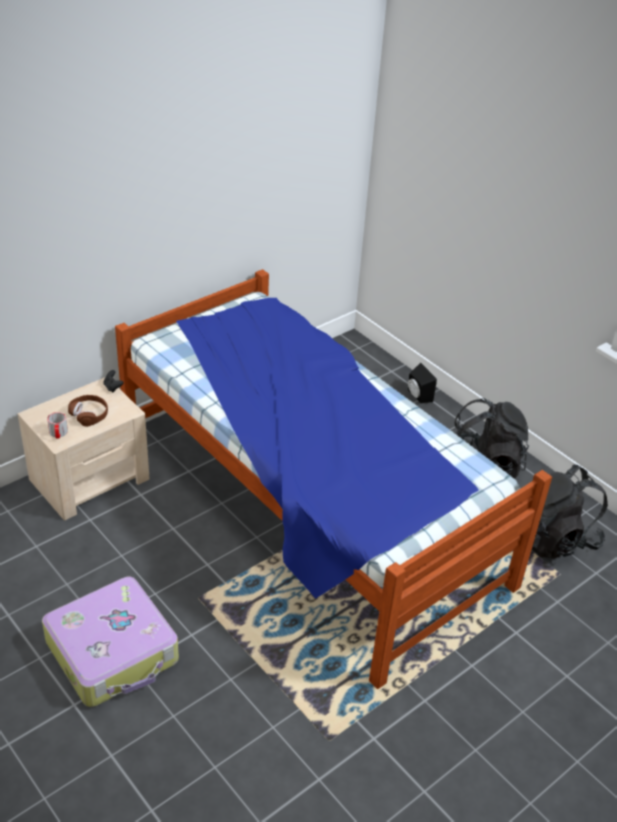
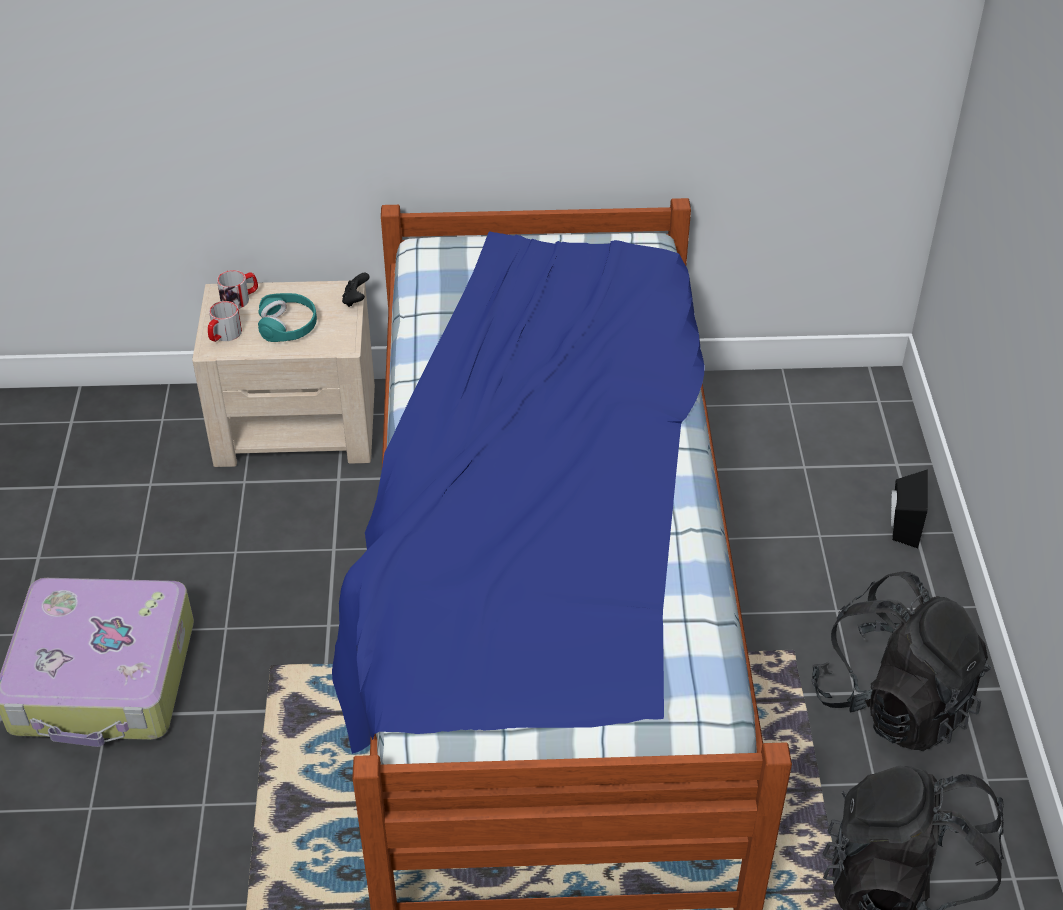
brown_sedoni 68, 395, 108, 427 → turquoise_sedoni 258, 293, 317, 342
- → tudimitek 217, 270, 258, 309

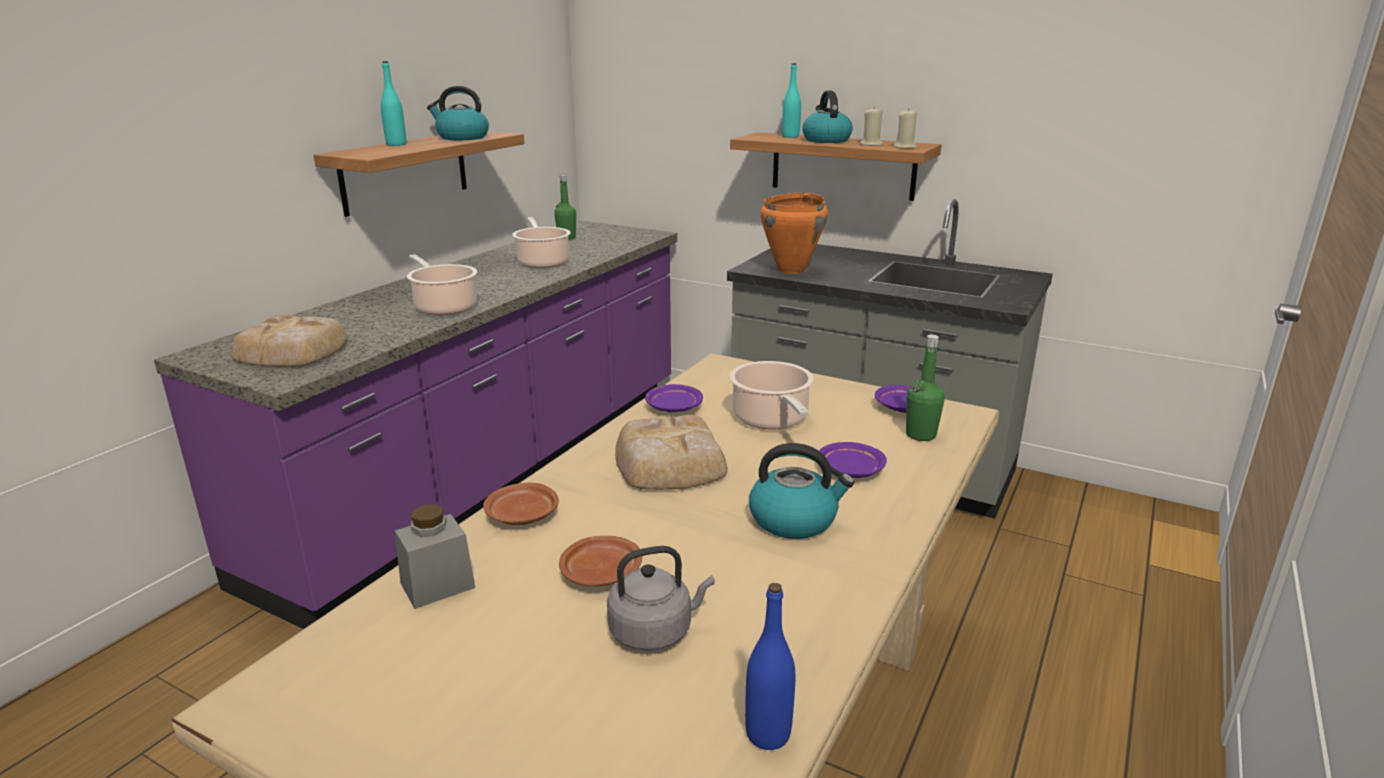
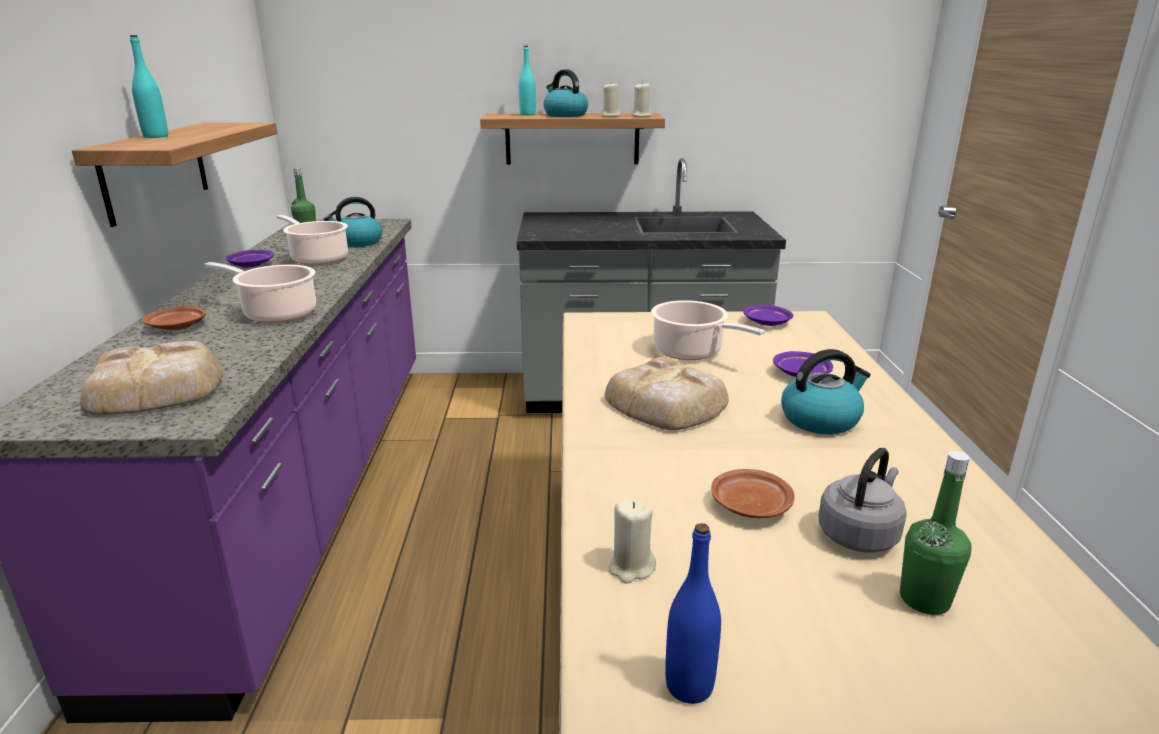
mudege 427, 86, 489, 140 → mudege 324, 197, 382, 247, move
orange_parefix 760, 192, 828, 274 → -
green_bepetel 906, 335, 945, 441 → green_bepetel 900, 451, 972, 615, move
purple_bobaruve 645, 384, 703, 412 → purple_bobaruve 226, 250, 274, 268, move
brown_bobaruve 483, 483, 559, 525 → brown_bobaruve 142, 306, 206, 330, move
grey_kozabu 395, 504, 475, 609 → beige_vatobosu 609, 500, 656, 584
blue_bepetel 745, 583, 795, 750 → blue_bepetel 665, 523, 721, 704, move

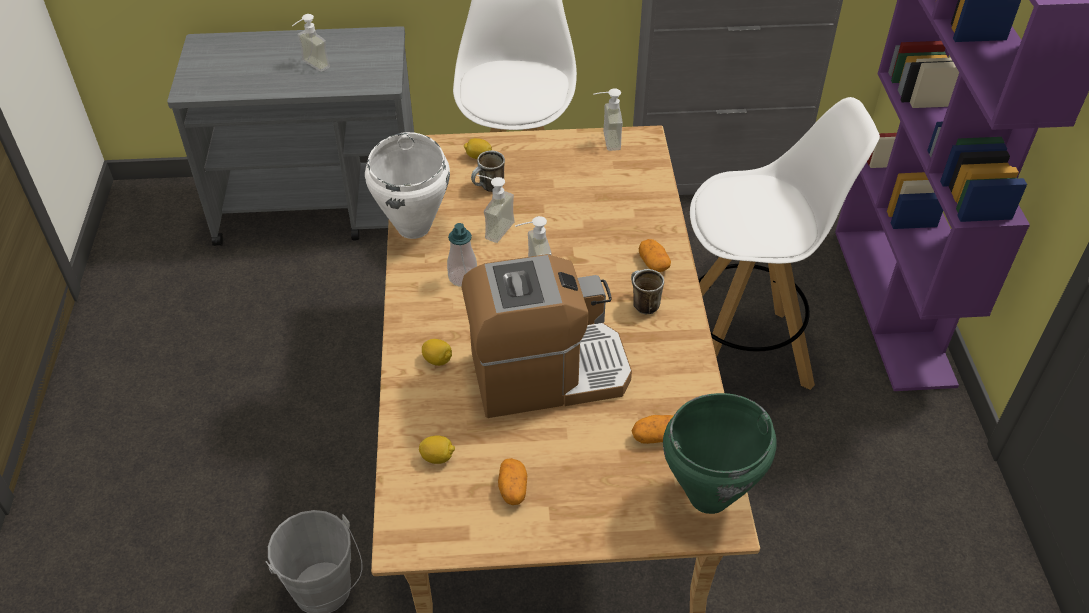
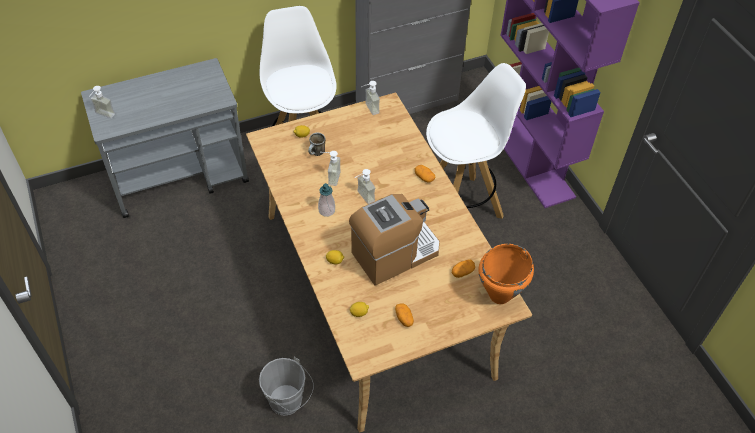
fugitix 292, 14, 330, 72 → fugitix 89, 86, 115, 118, move
white_parefix 365, 132, 450, 239 → -
tudimitek 631, 269, 664, 314 → -
green_parefix 663, 393, 777, 514 → orange_parefix 478, 244, 534, 304

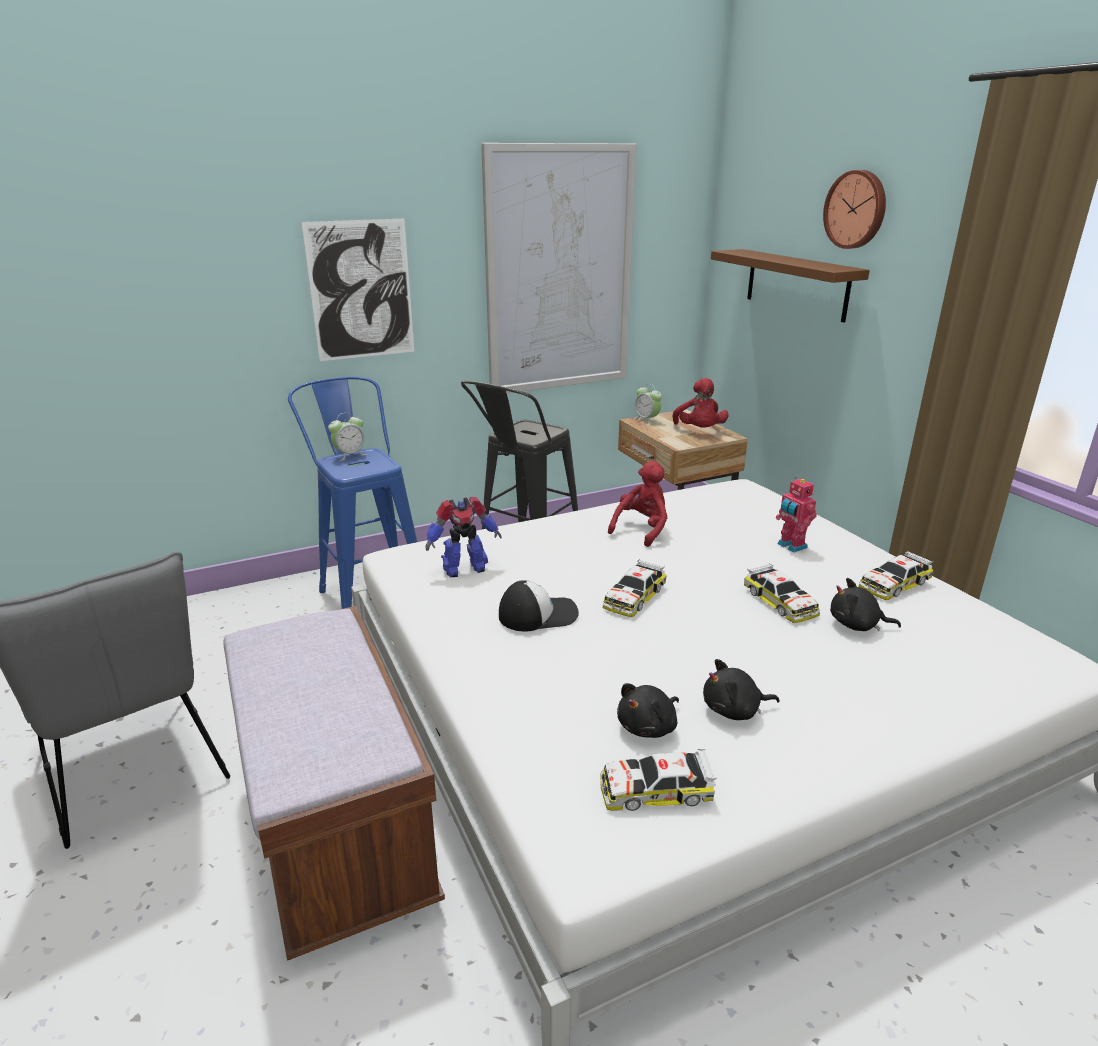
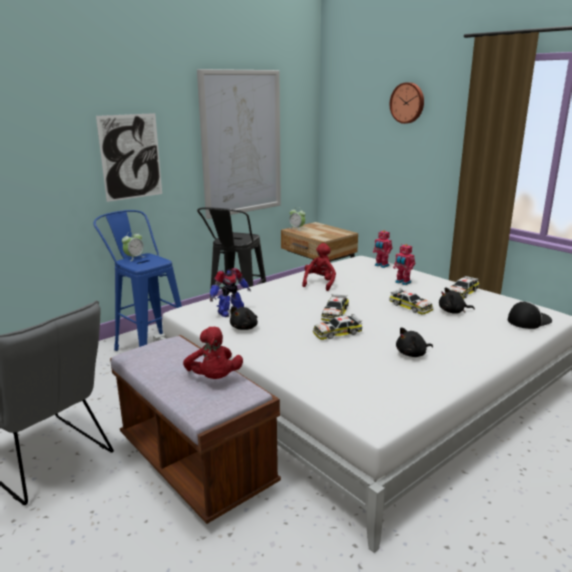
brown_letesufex 711, 249, 870, 323 → -
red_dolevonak 672, 378, 729, 428 → red_dolevonak 183, 327, 243, 379, move
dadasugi 499, 580, 579, 631 → dadasugi 508, 302, 552, 329, move
black_dolevonak 617, 683, 679, 738 → black_dolevonak 230, 306, 258, 330, move
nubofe 600, 749, 717, 811 → nubofe 313, 314, 363, 340, move
- → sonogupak 373, 230, 393, 268

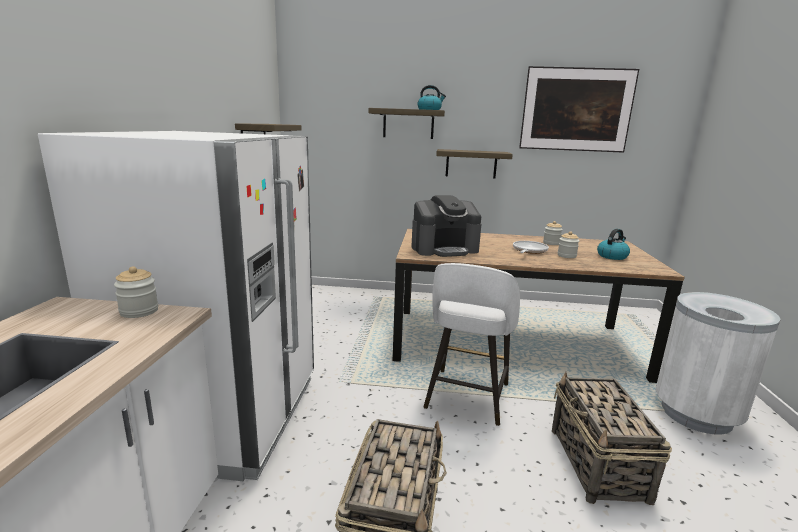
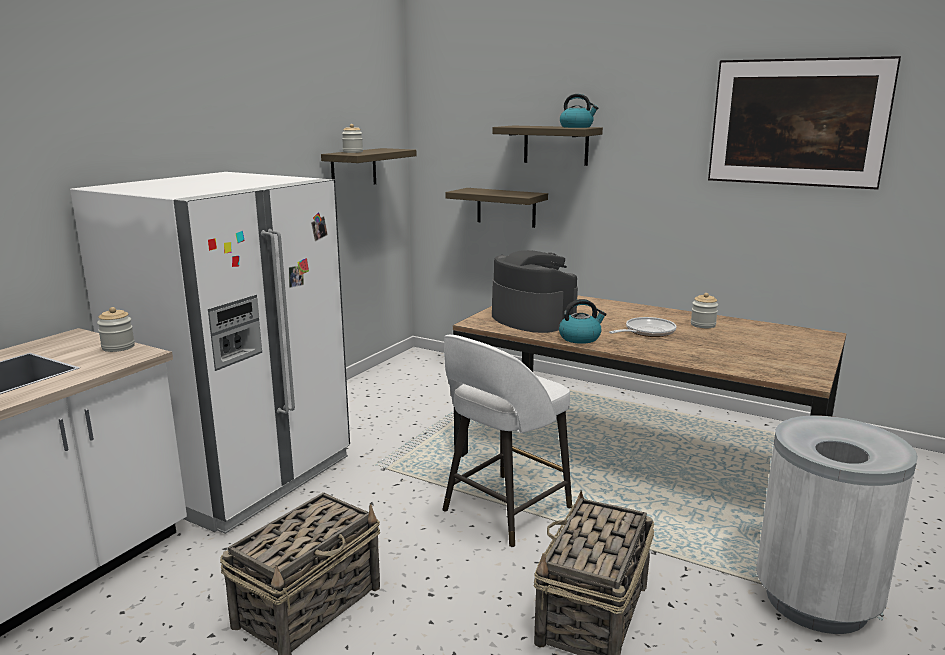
letesufex 436, 149, 513, 179 → letesufex 446, 188, 548, 228, move
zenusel 411, 195, 482, 257 → zenusel 492, 250, 578, 333, 135 degrees counterclockwise
mudege 597, 229, 630, 260 → mudege 559, 299, 607, 344, move
kozabu 558, 231, 579, 258 → kozabu 342, 124, 363, 153, move

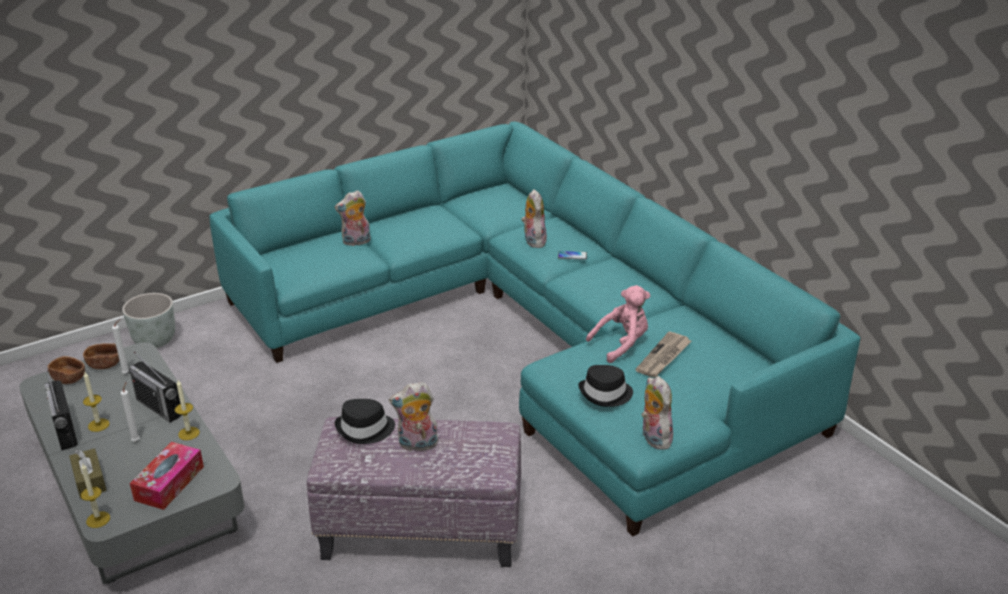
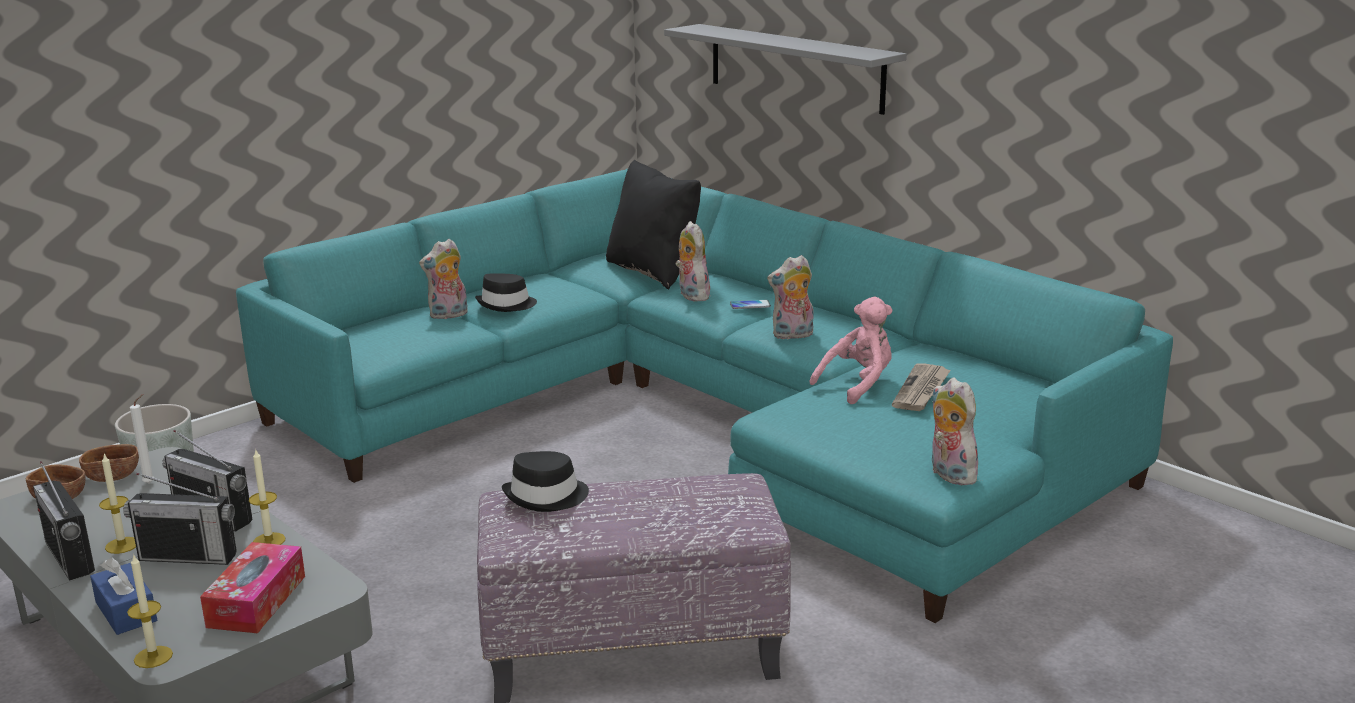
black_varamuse 578, 365, 633, 407 → black_varamuse 475, 274, 537, 312, move
white_vatobosu 121, 382, 140, 441 → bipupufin 123, 473, 237, 565
dolevonak 389, 382, 438, 451 → dolevonak 767, 255, 814, 340, move
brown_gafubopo 69, 448, 107, 499 → blue_gafubopo 90, 557, 157, 635
- → grey_letesufex 664, 24, 907, 115
- → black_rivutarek 606, 160, 701, 289

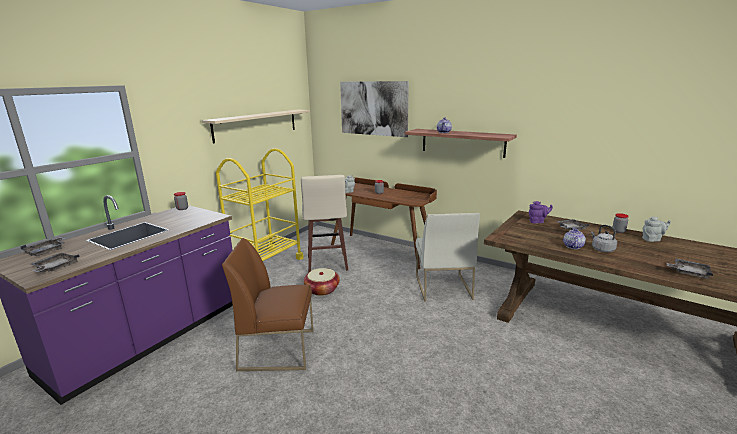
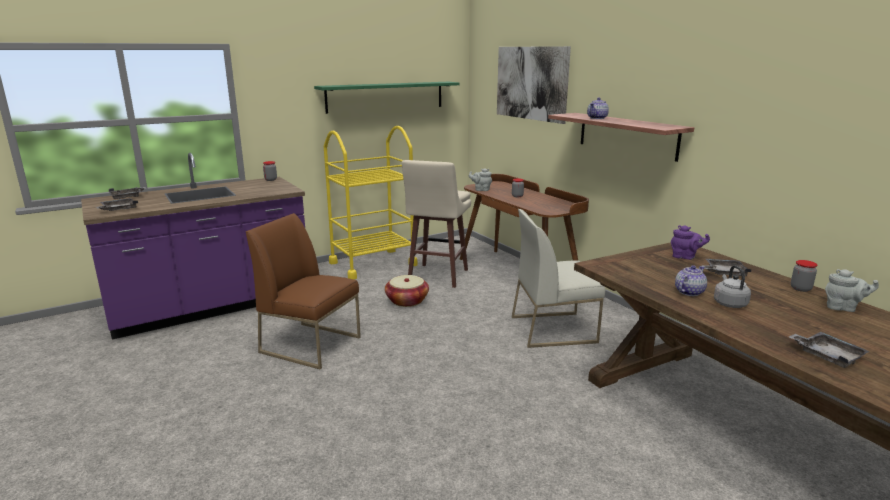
beige_letesufex 202, 110, 310, 144 → green_letesufex 314, 82, 459, 114
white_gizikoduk 416, 213, 480, 302 → white_gizikoduk 512, 209, 605, 348, 60 degrees clockwise

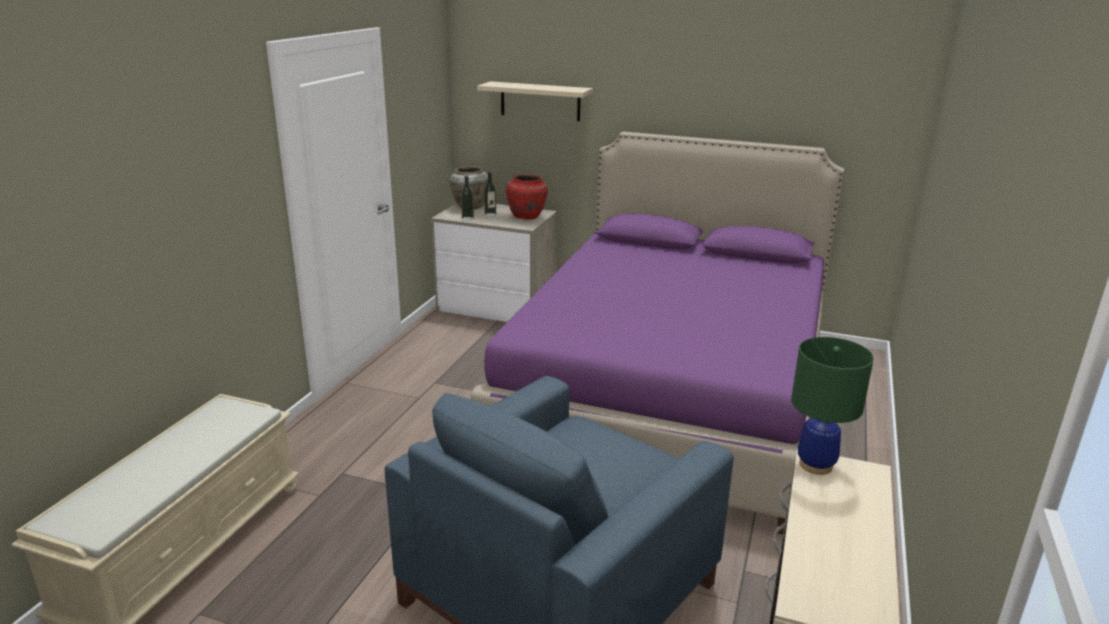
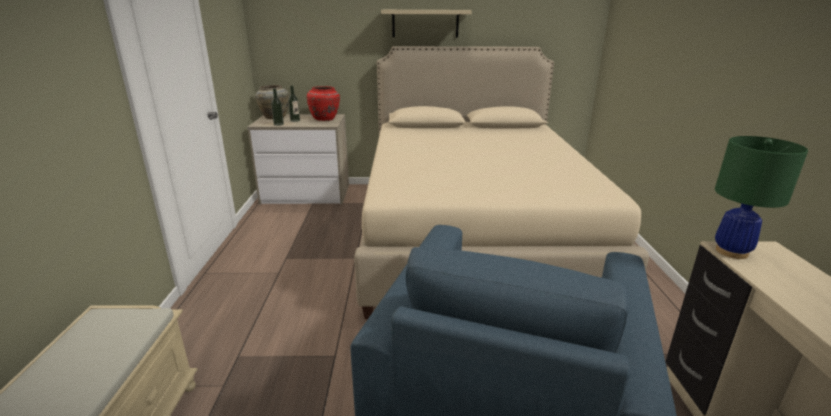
beige_letesufex 477, 81, 593, 121 → beige_letesufex 381, 10, 472, 38, move
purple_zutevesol 470, 132, 845, 534 → beige_zutevesol 354, 46, 649, 319

